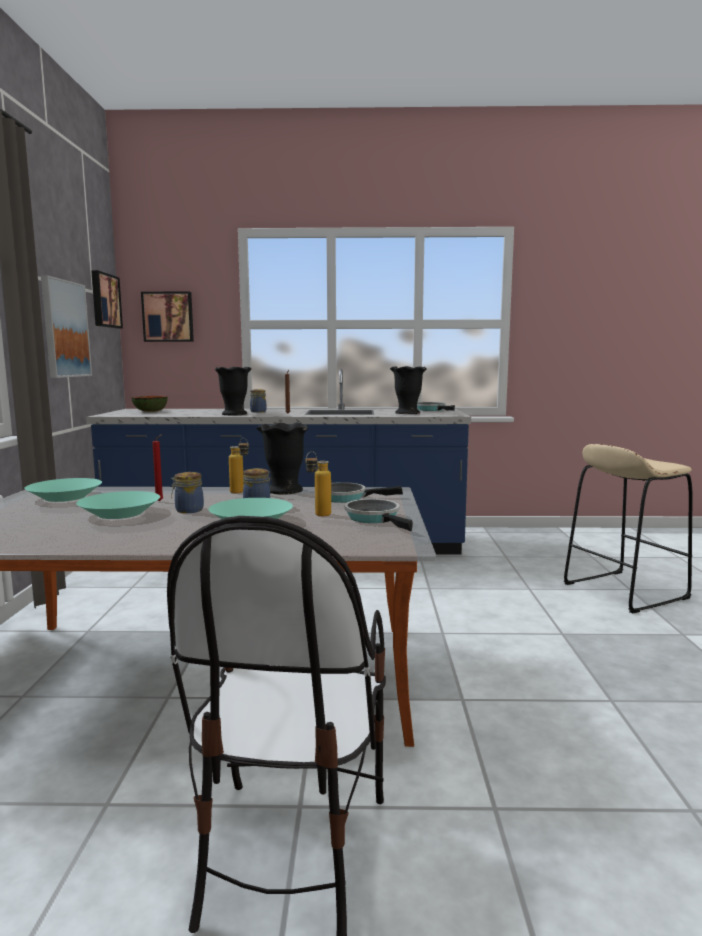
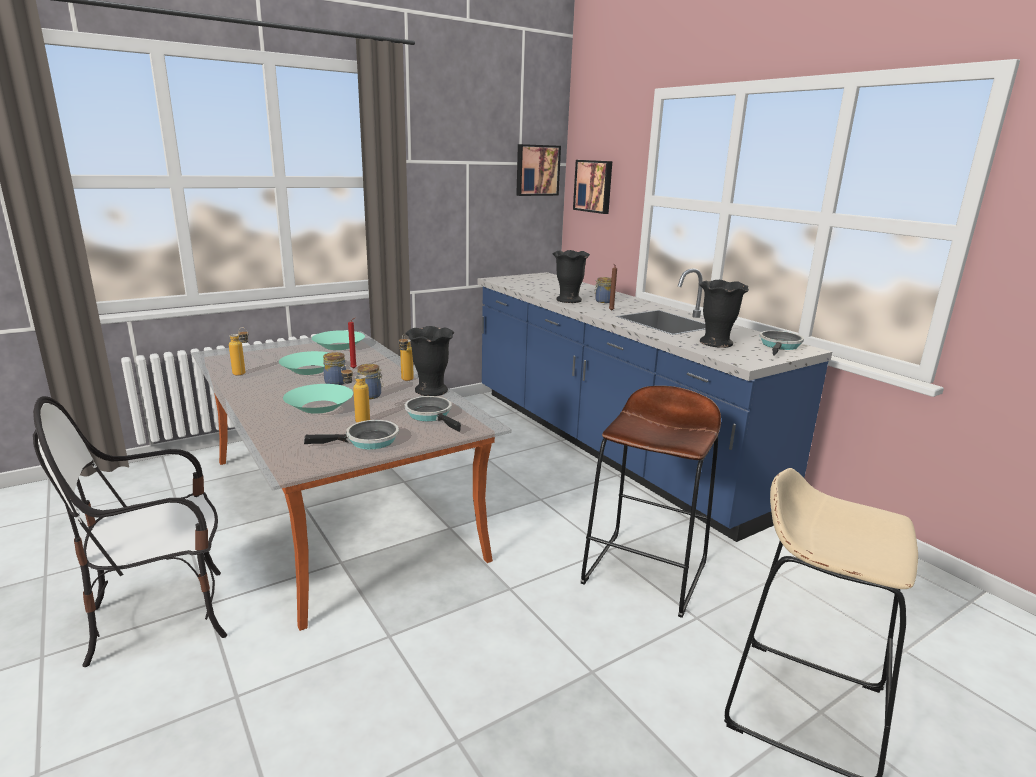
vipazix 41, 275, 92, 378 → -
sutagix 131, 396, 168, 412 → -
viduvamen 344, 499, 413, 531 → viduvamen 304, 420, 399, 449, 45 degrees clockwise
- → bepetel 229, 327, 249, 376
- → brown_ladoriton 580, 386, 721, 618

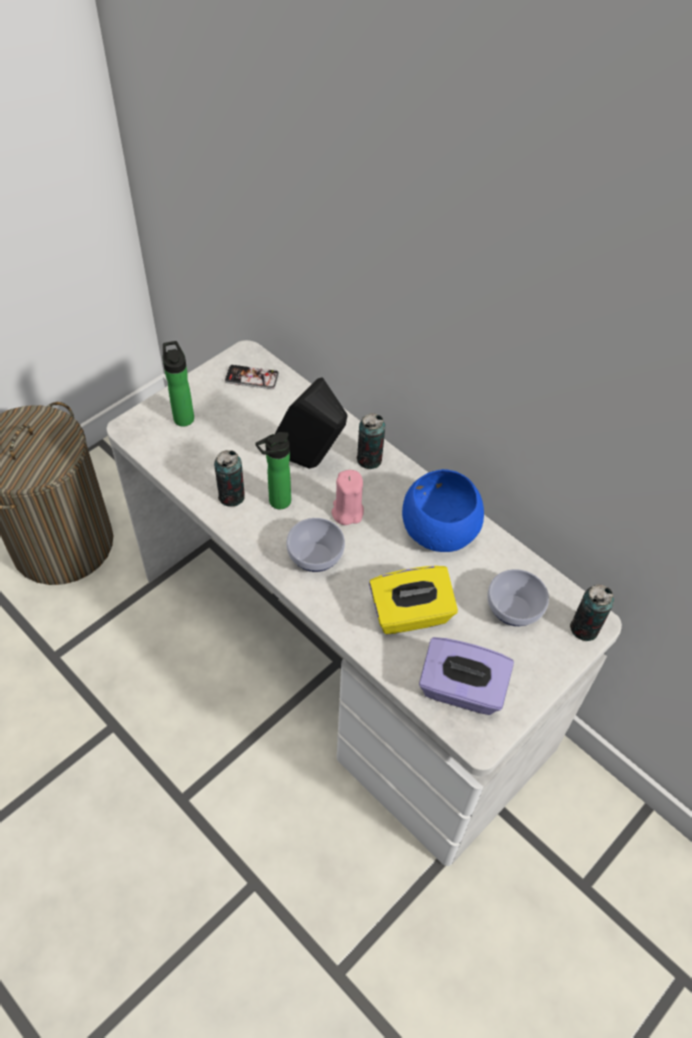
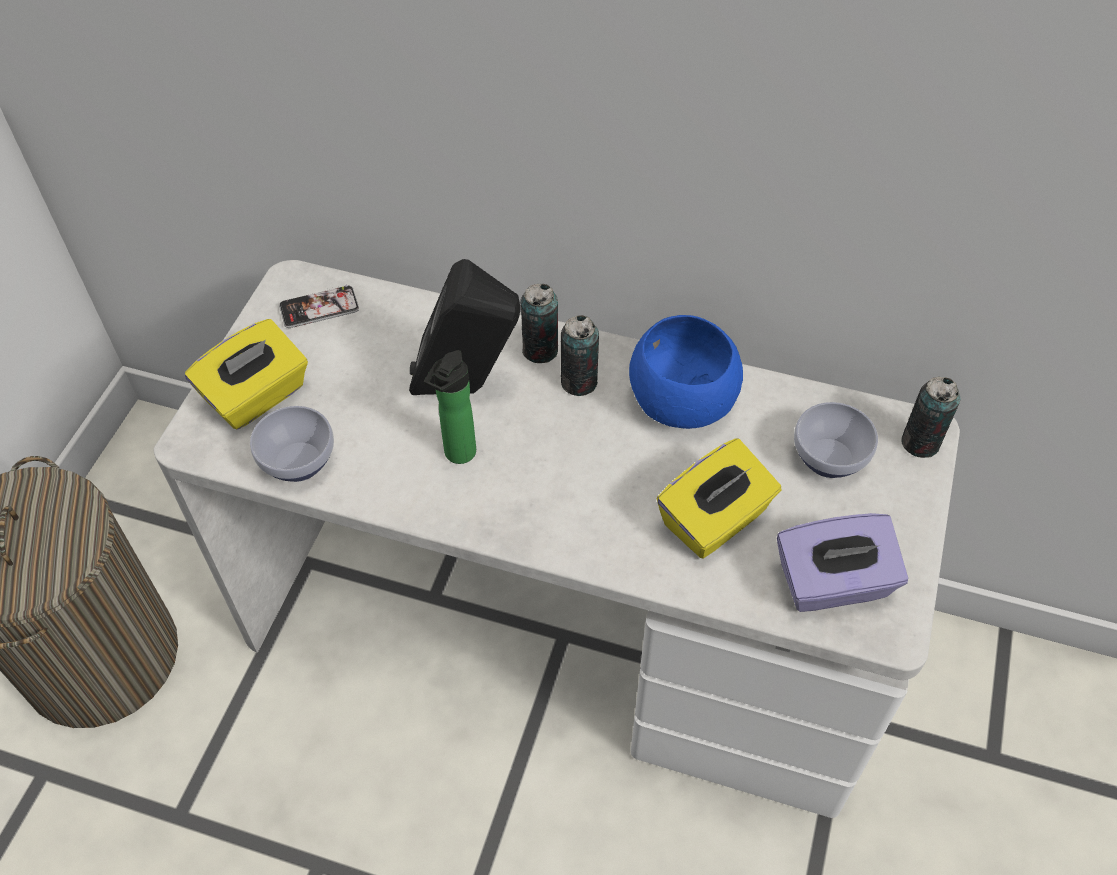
bepetel 163, 341, 194, 426 → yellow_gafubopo 185, 319, 308, 429
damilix 214, 450, 245, 507 → damilix 561, 315, 599, 396, move
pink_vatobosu 332, 470, 364, 525 → -
sutagix 286, 518, 345, 572 → sutagix 250, 406, 334, 482, move

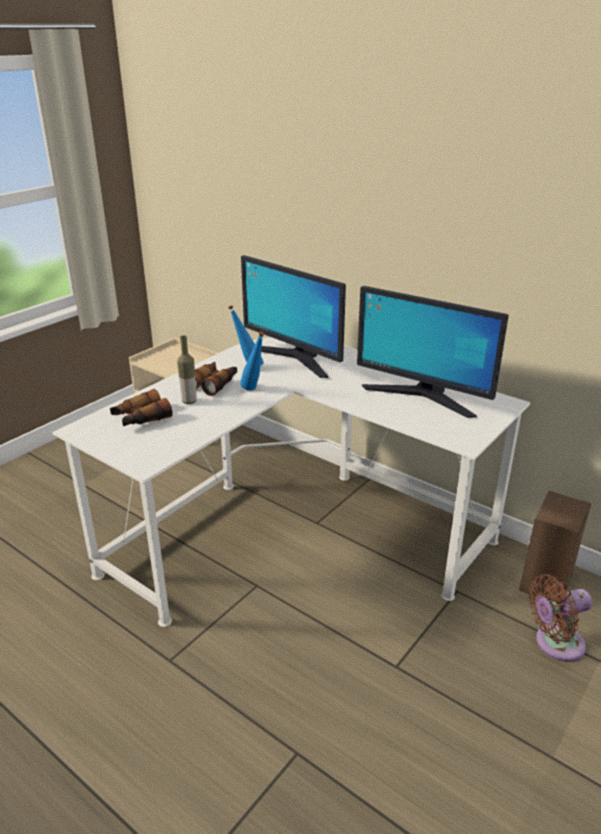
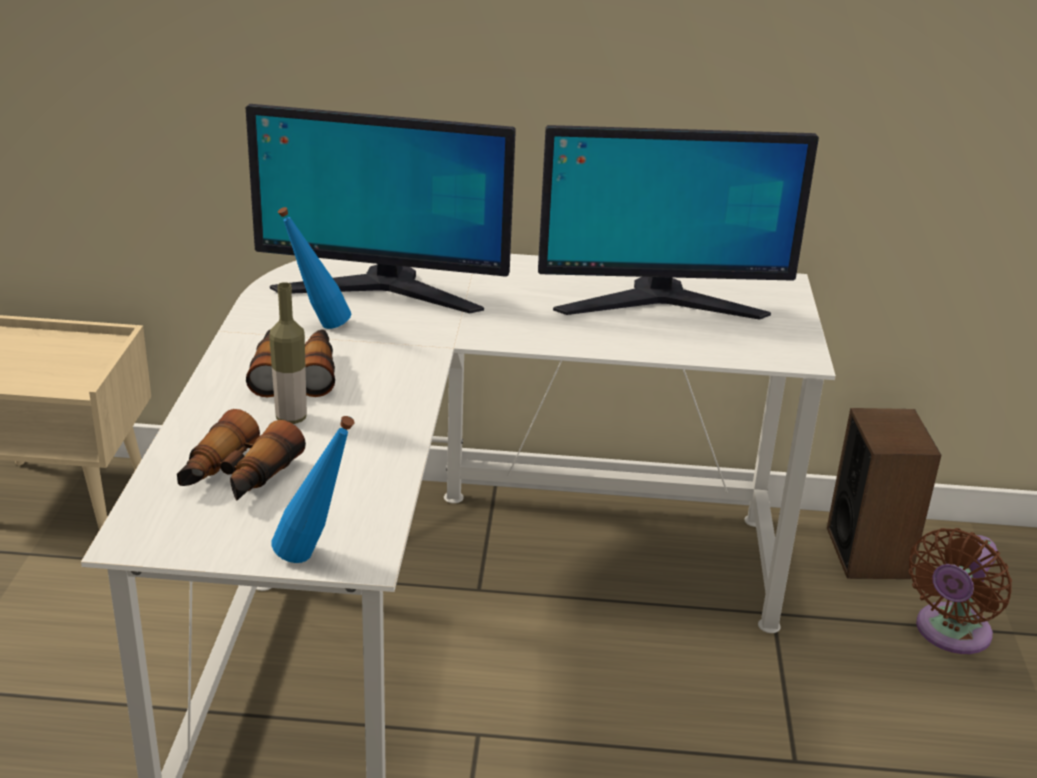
blue_bepetel 240, 331, 264, 391 → blue_bepetel 271, 416, 354, 563, move

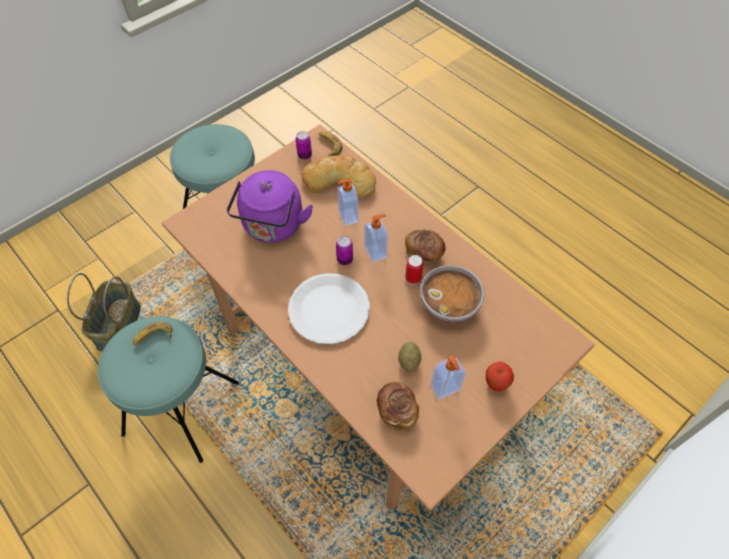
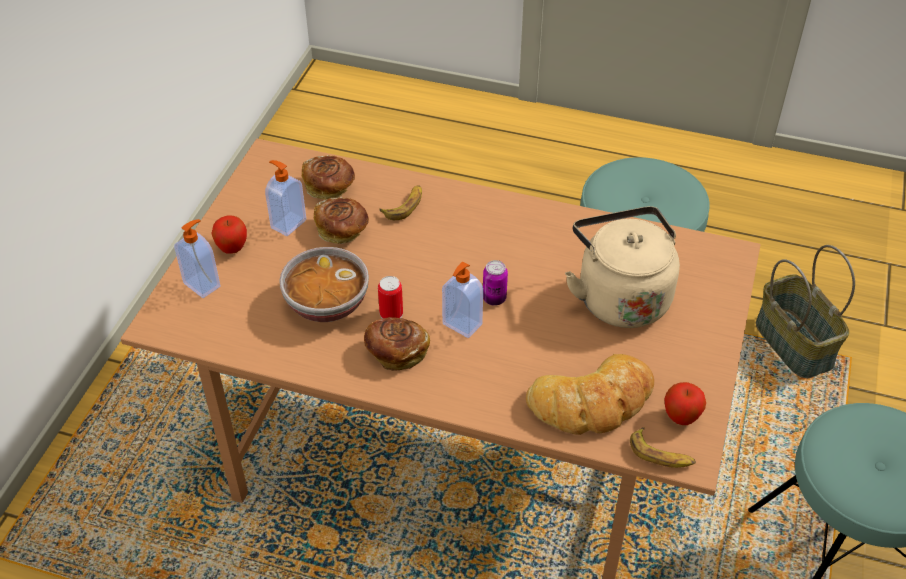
damilix 296, 131, 312, 160 → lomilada 664, 382, 706, 425
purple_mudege 226, 170, 313, 243 → beige_mudege 565, 206, 680, 328
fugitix 338, 178, 358, 226 → fugitix 174, 219, 220, 298, move
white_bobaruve 288, 273, 370, 344 → -
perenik 133, 322, 172, 345 → perenik 379, 185, 422, 220, move
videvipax 398, 342, 421, 372 → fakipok 314, 197, 369, 244

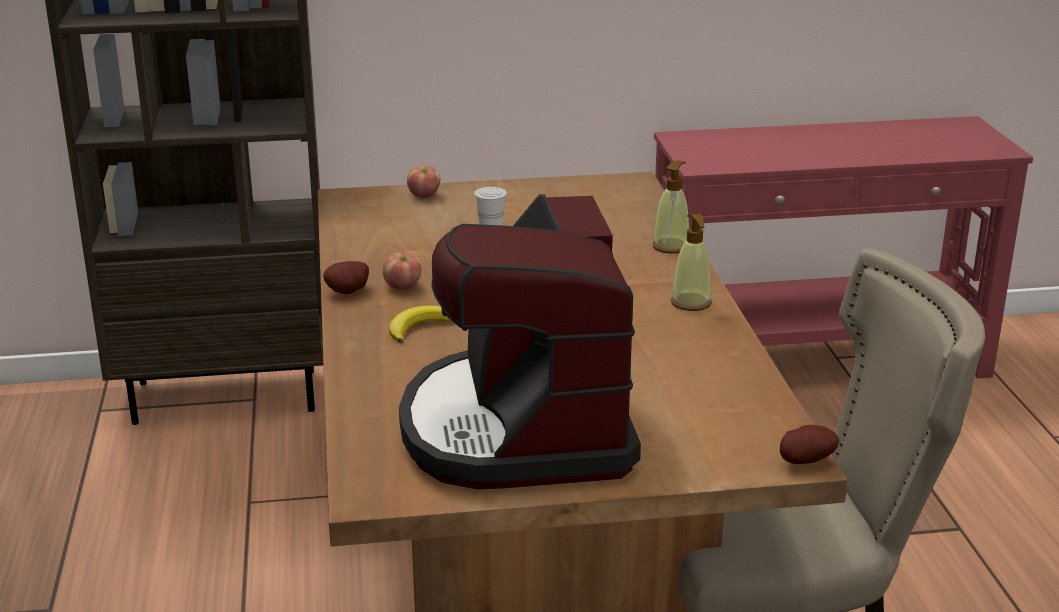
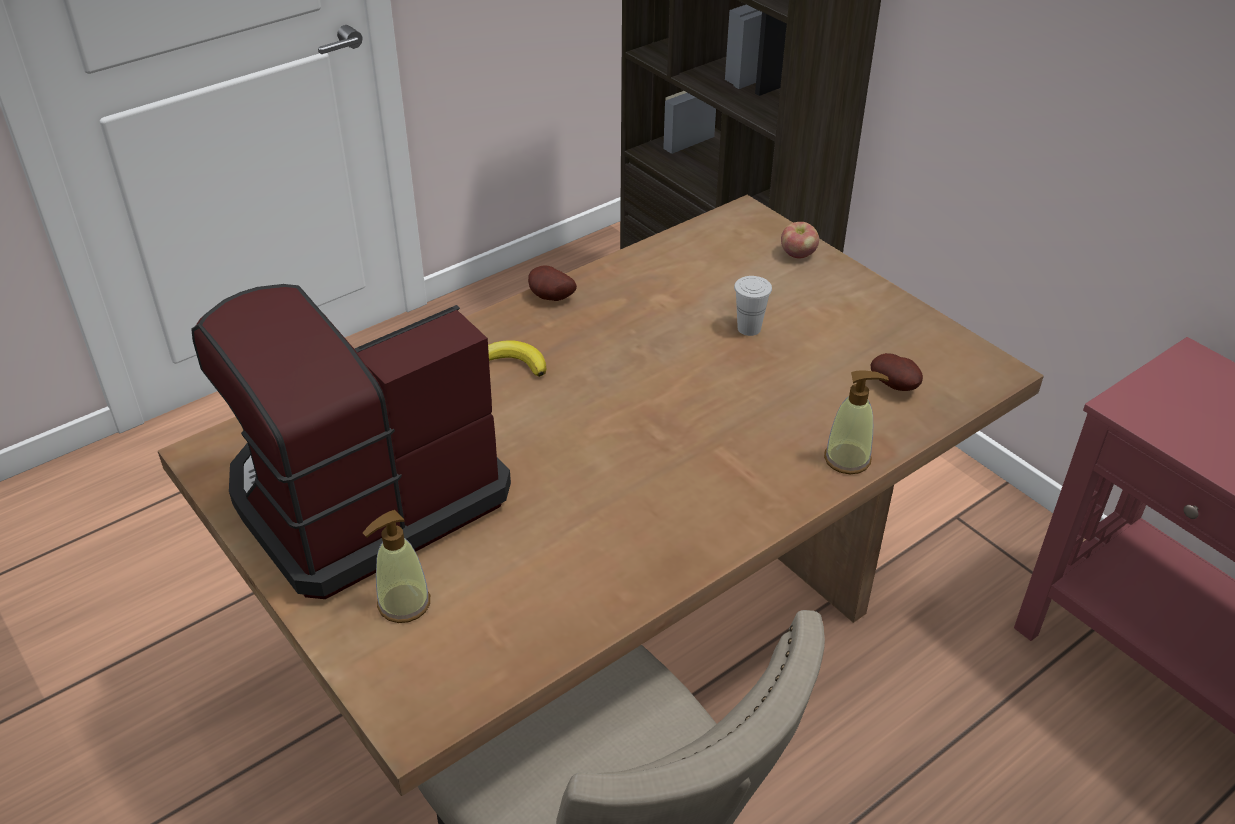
fugitix 671, 214, 712, 311 → fugitix 363, 510, 430, 623, move
lomilada 383, 252, 422, 290 → -
videvipax 780, 425, 839, 464 → videvipax 870, 353, 923, 391, move

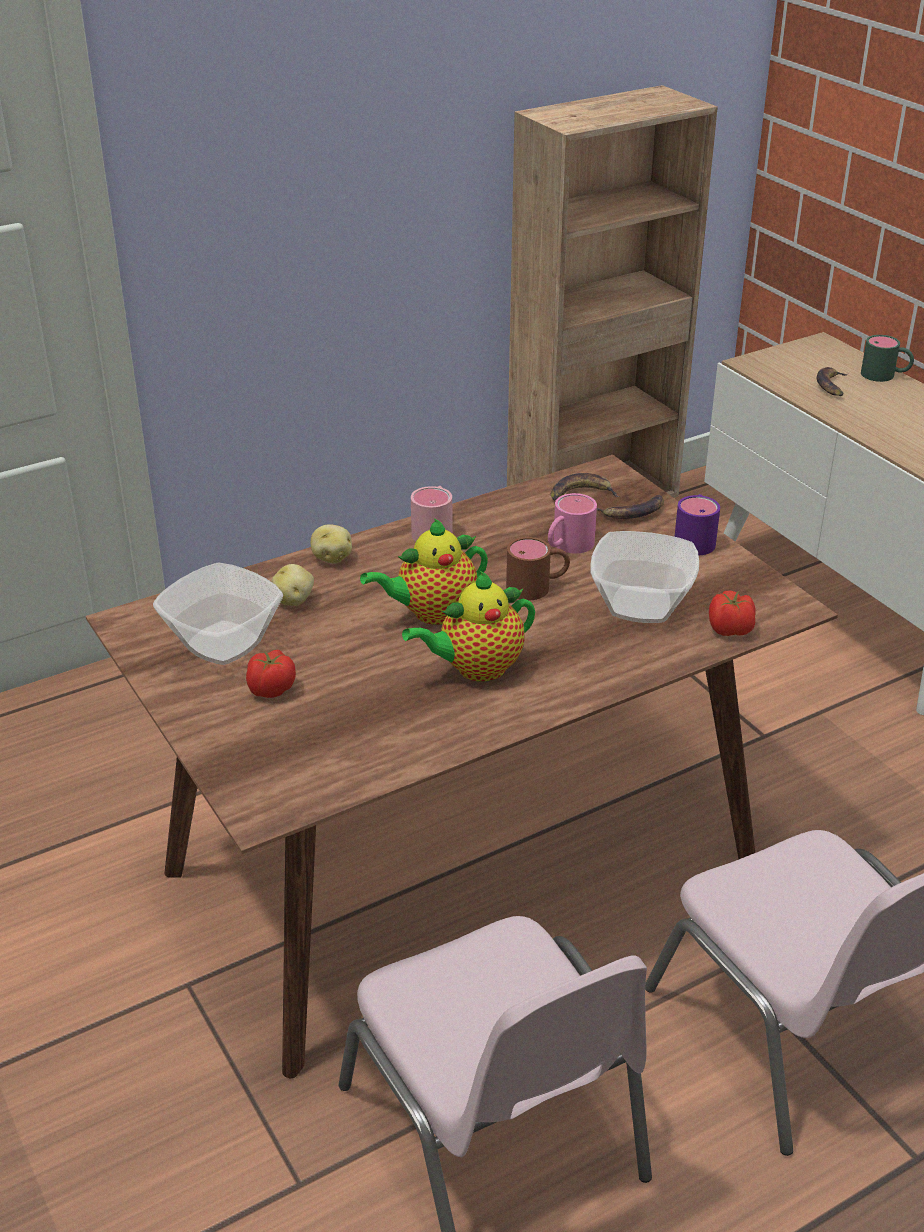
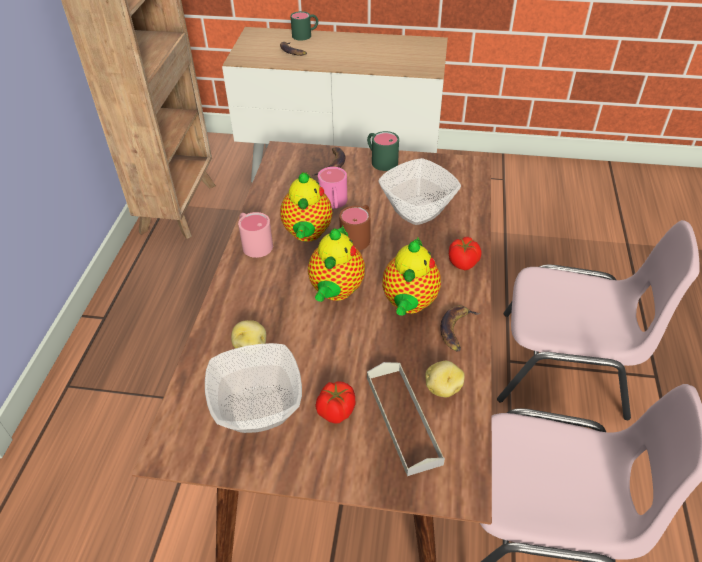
perenik 551, 473, 620, 501 → perenik 441, 305, 480, 352, move
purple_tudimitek 675, 494, 720, 555 → green_tudimitek 367, 131, 399, 171
videvipax 311, 524, 352, 564 → videvipax 425, 361, 465, 398, move
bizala 709, 591, 756, 636 → bizala 449, 237, 482, 270, move
- → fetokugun 280, 172, 332, 242
- → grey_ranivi 367, 362, 445, 476

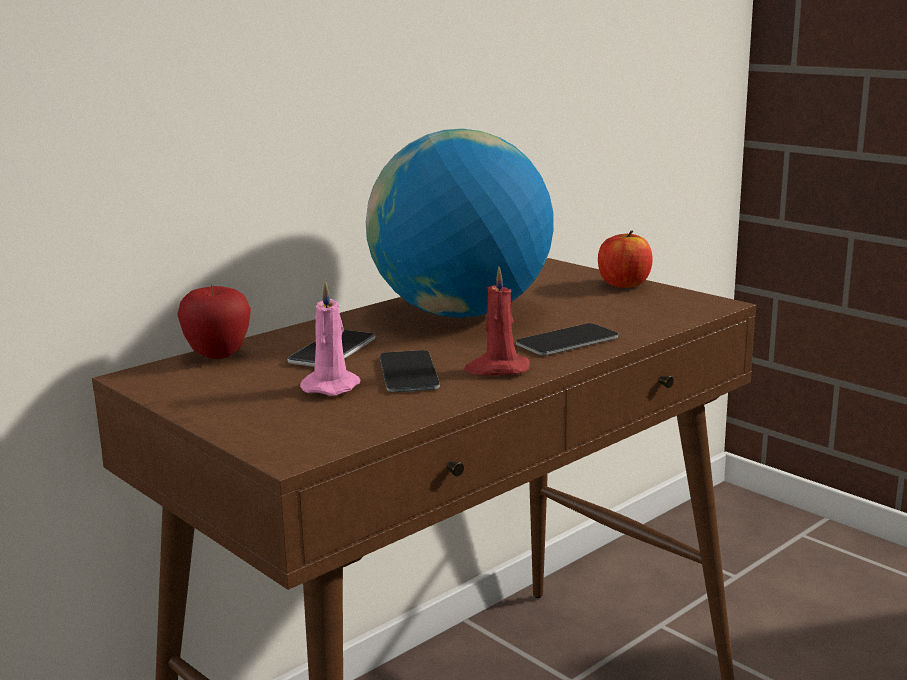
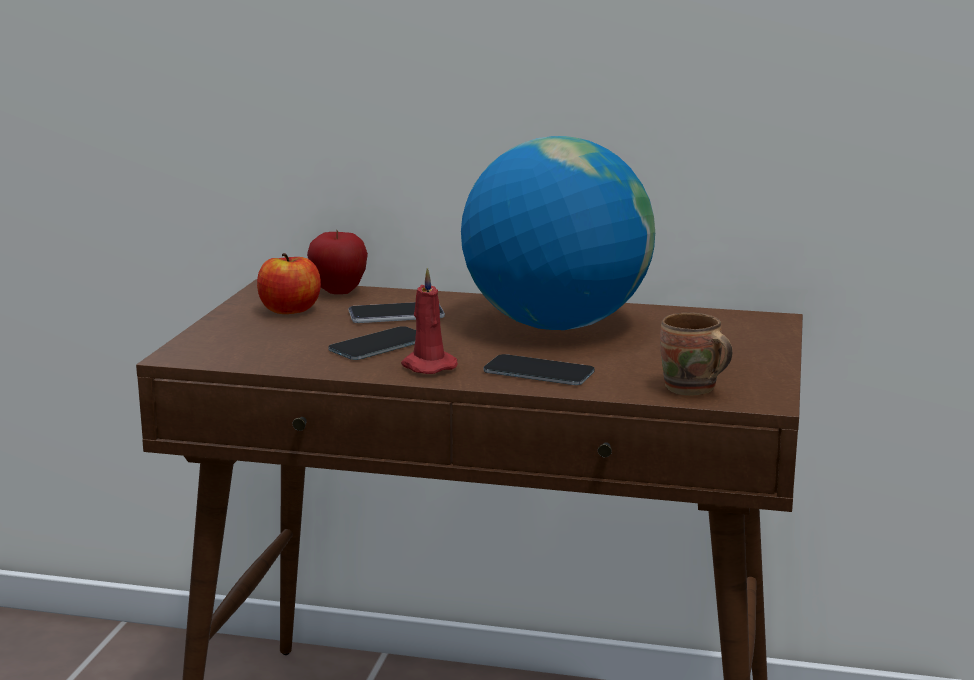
lomilada 598, 230, 653, 288 → lomilada 257, 253, 321, 314, move
pink_vatobosu 300, 281, 360, 396 → -
- → brown_tudimitek 660, 312, 733, 396

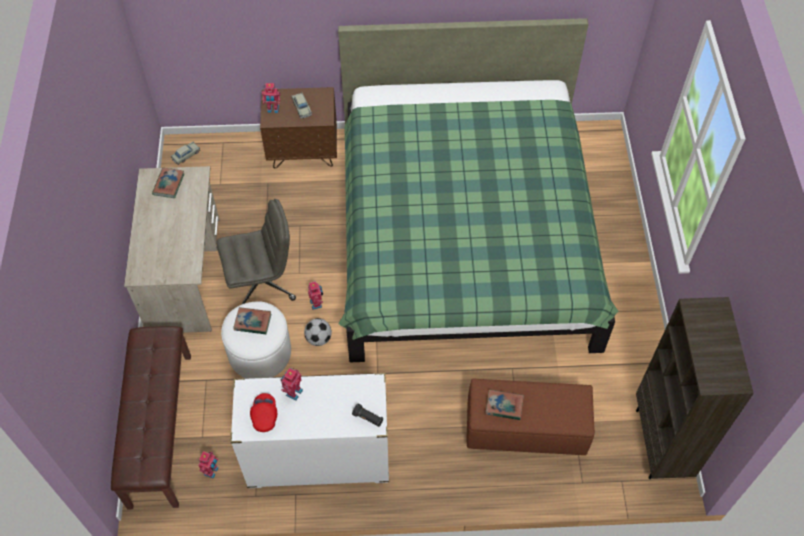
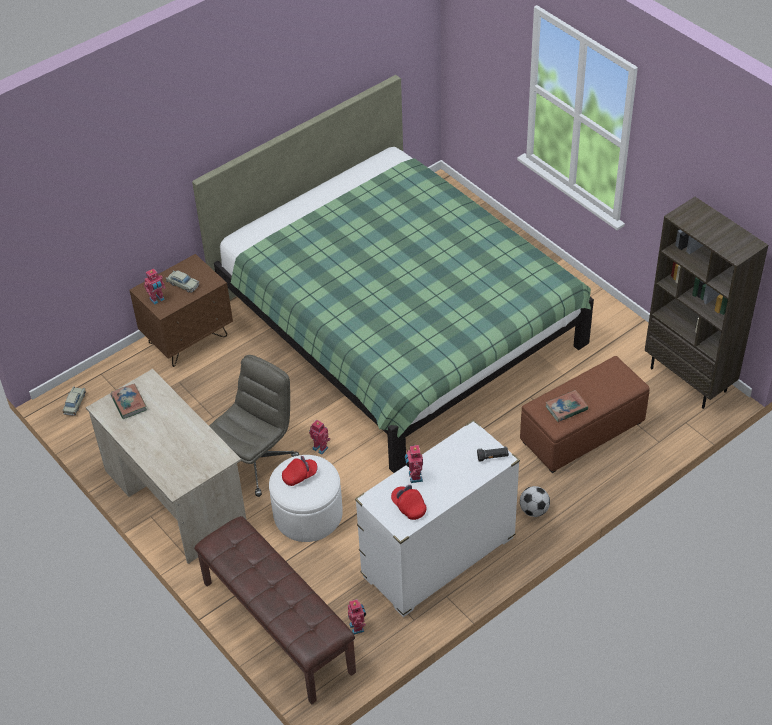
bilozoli 233, 307, 271, 334 → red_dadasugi 282, 456, 318, 486
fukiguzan 304, 318, 332, 346 → fukiguzan 520, 486, 550, 517, move

